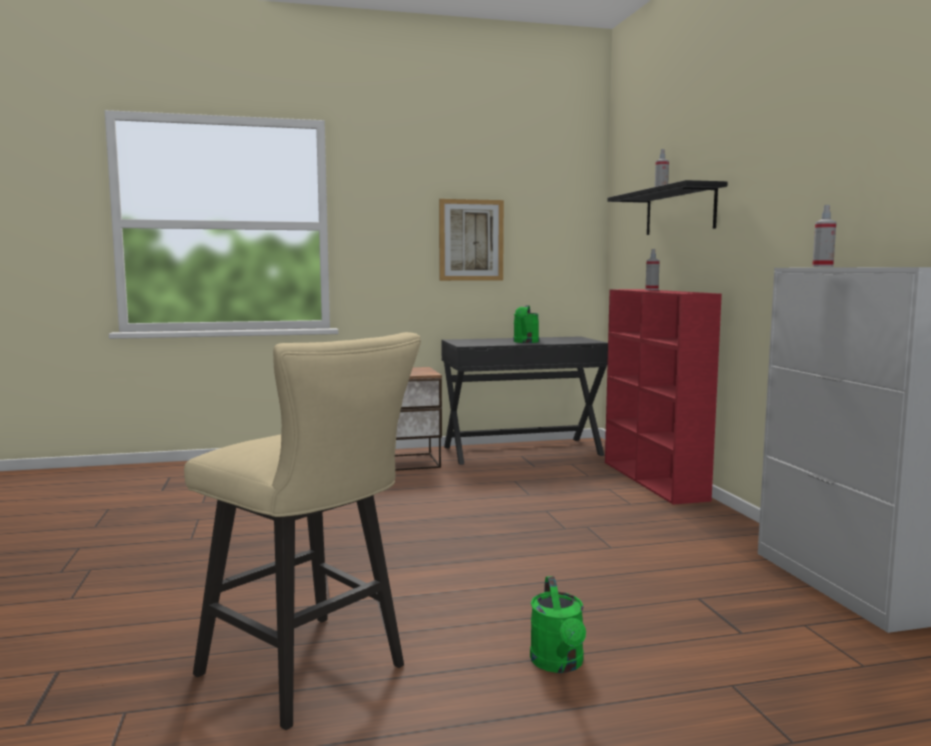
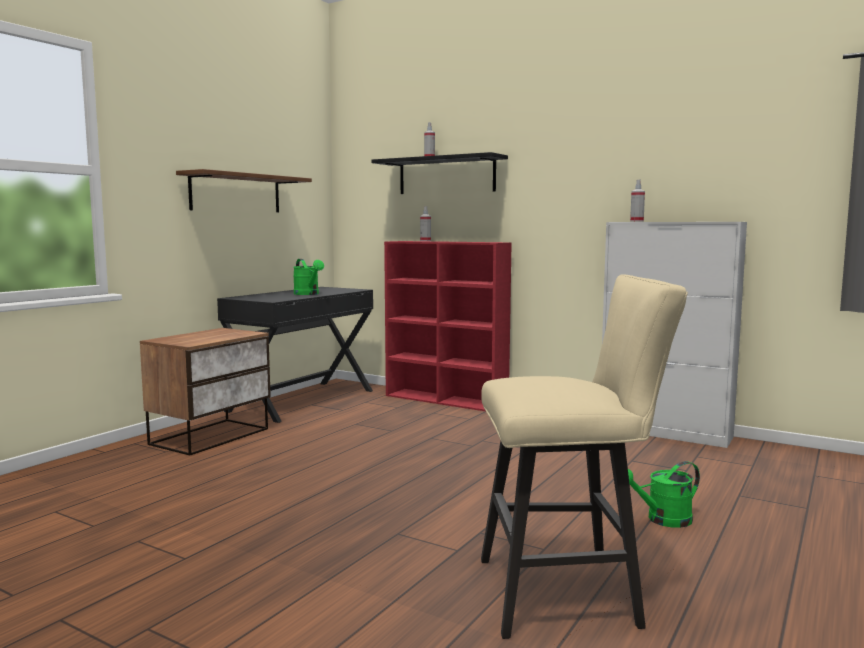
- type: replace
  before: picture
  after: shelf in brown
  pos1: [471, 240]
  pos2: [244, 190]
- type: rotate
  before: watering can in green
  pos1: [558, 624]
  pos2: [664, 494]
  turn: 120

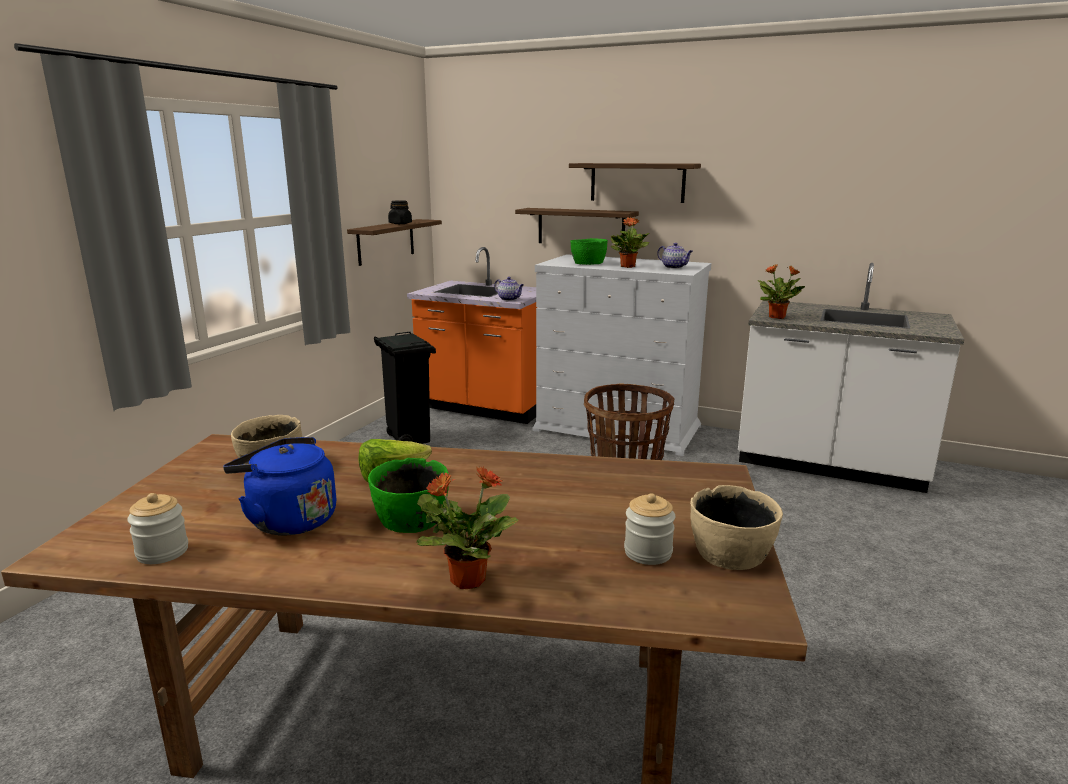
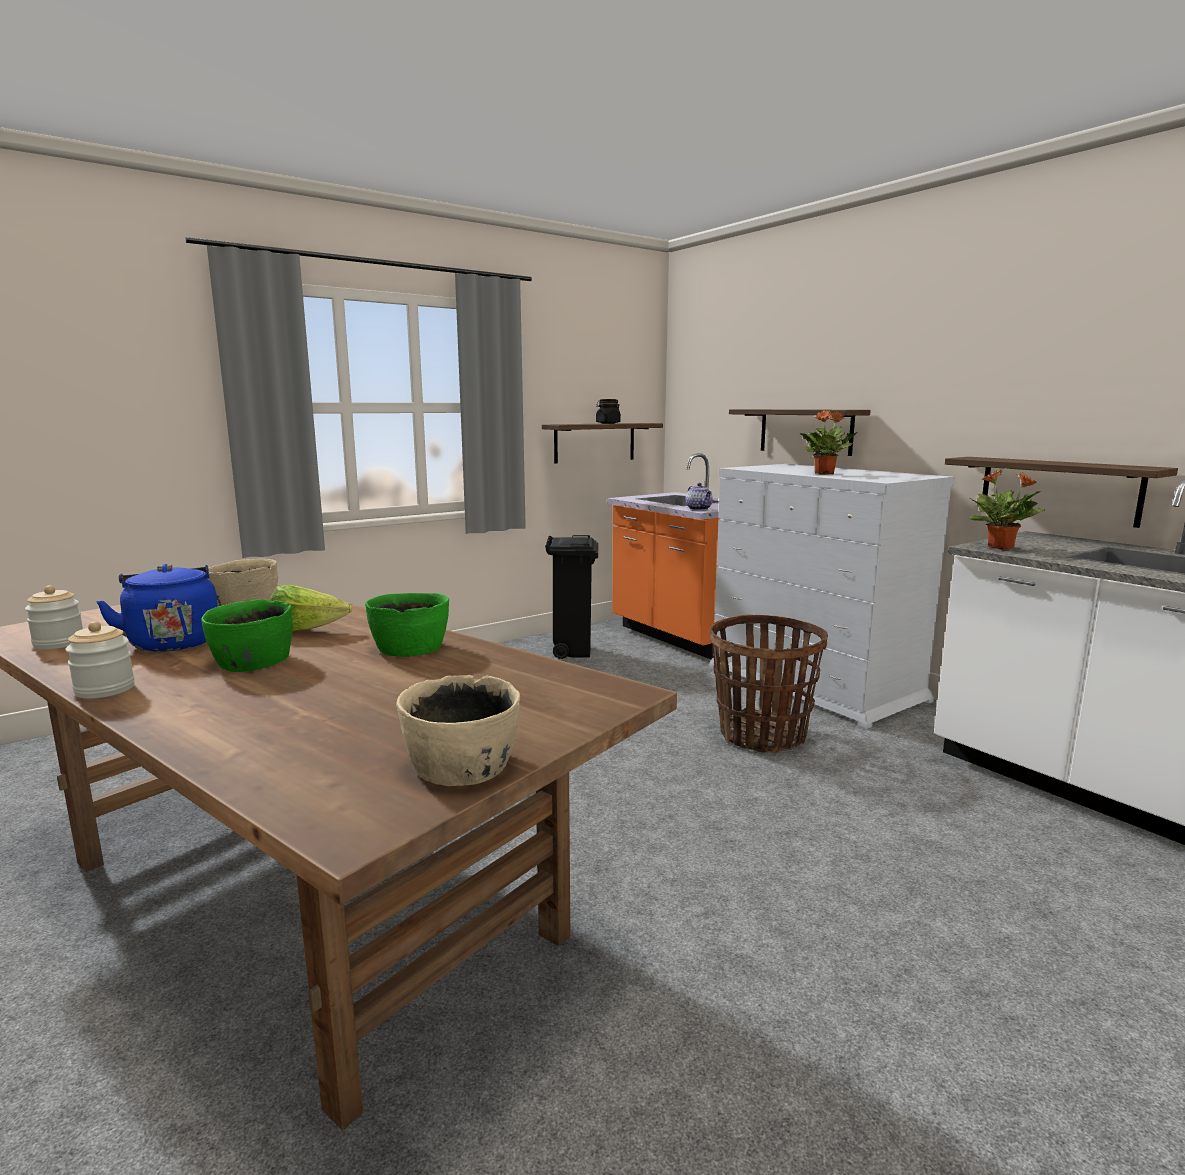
- type: delete
  before: potted plant
  pos1: [468, 528]
- type: delete
  before: teapot
  pos1: [675, 256]
- type: move
  before: shelf
  pos1: [635, 183]
  pos2: [1061, 492]
- type: move
  before: bowl in green
  pos1: [589, 251]
  pos2: [407, 625]
- type: move
  before: jar
  pos1: [649, 529]
  pos2: [100, 660]

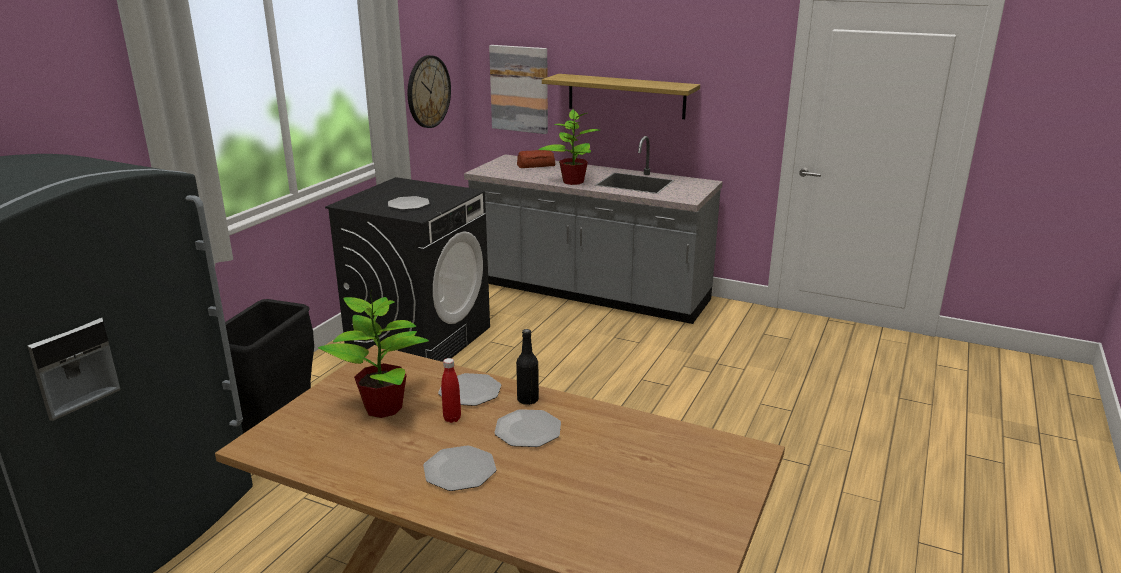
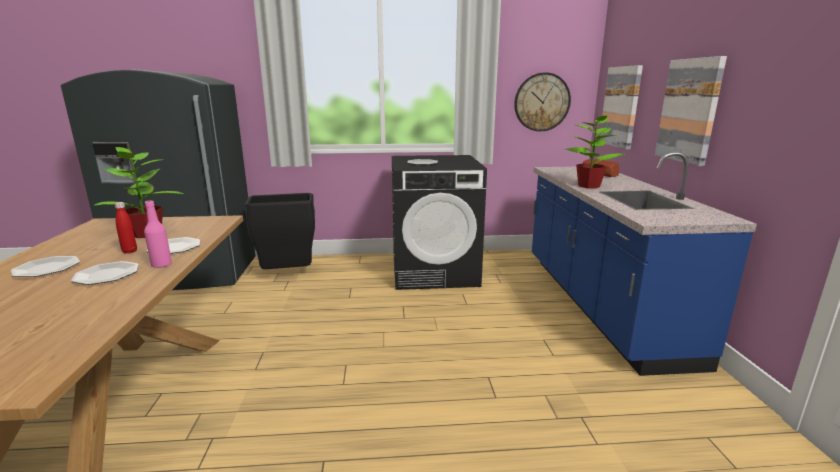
- type: replace
  before: shelf
  after: picture
  pos1: [621, 96]
  pos2: [691, 111]
- type: recolor
  before: counter in grey
  after: counter in blue
  pos1: [593, 230]
  pos2: [644, 264]
- type: recolor
  before: bottle in black
  after: bottle in pink
  pos1: [527, 367]
  pos2: [158, 234]

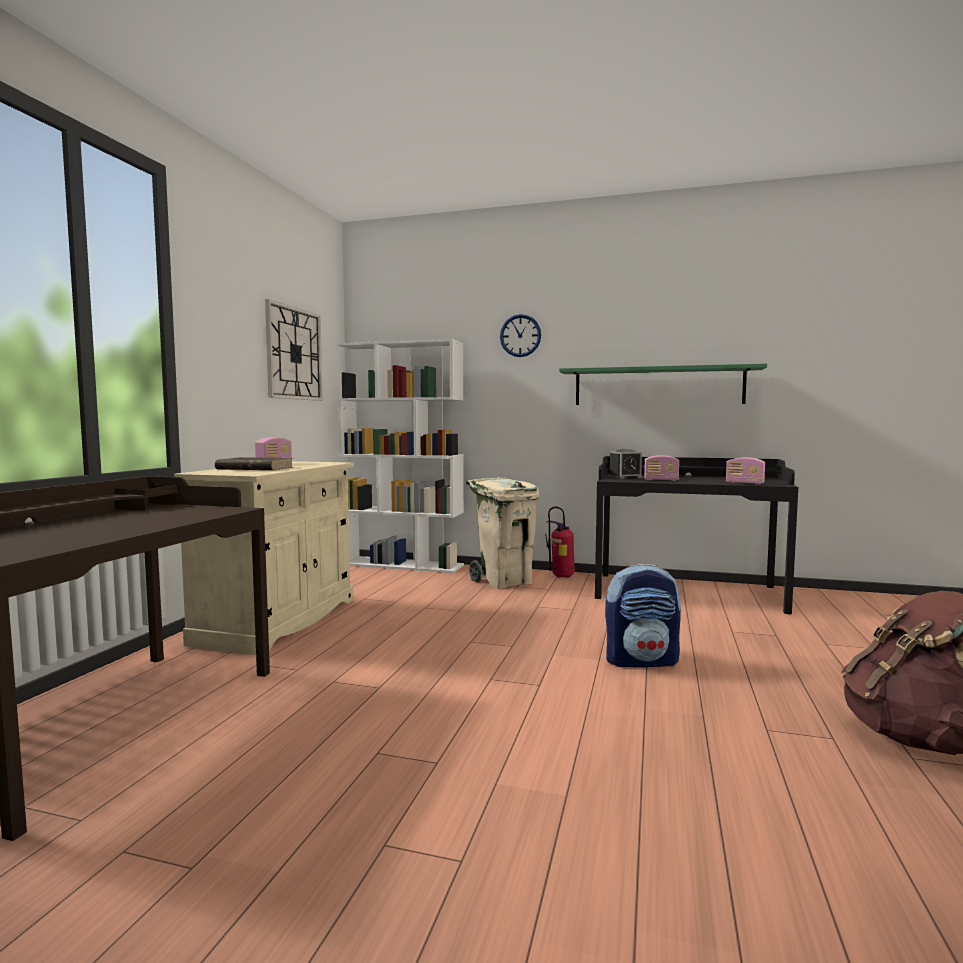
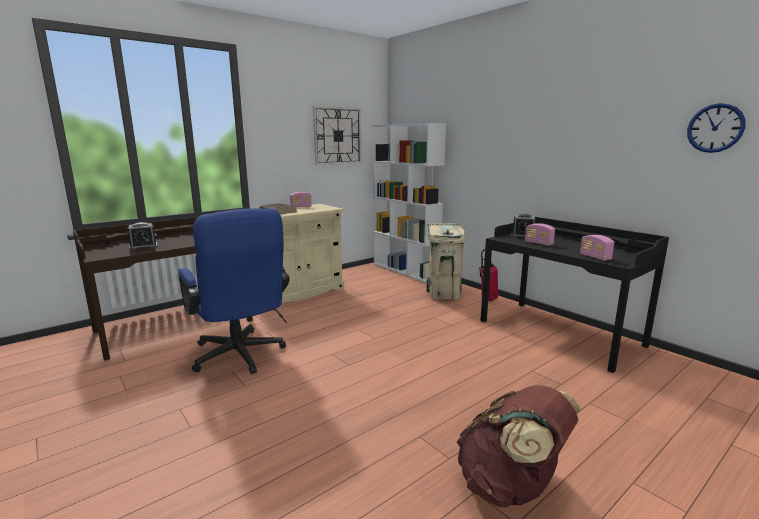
- type: delete
  before: shelf in green
  pos1: [663, 384]
- type: delete
  before: backpack
  pos1: [643, 615]
- type: insert
  after: alarm clock
  pos2: [143, 236]
- type: insert
  after: office chair in blue
  pos2: [234, 291]
- type: move
  before: wall clock
  pos1: [520, 335]
  pos2: [716, 128]

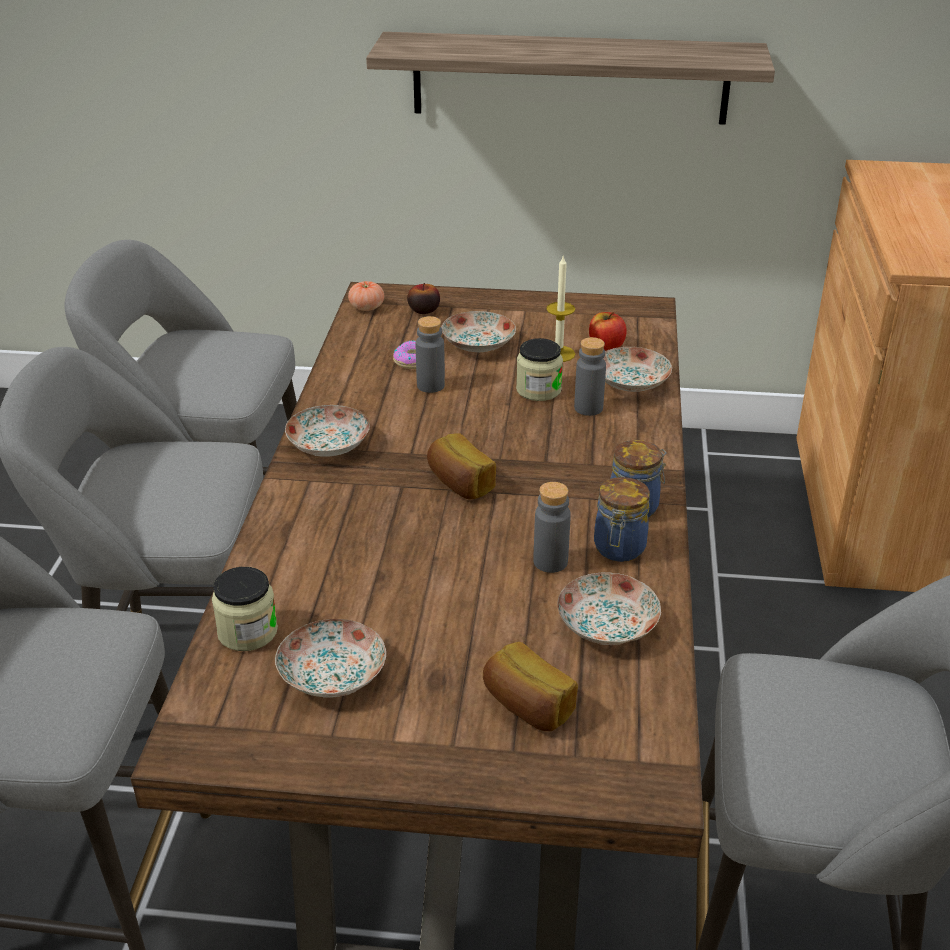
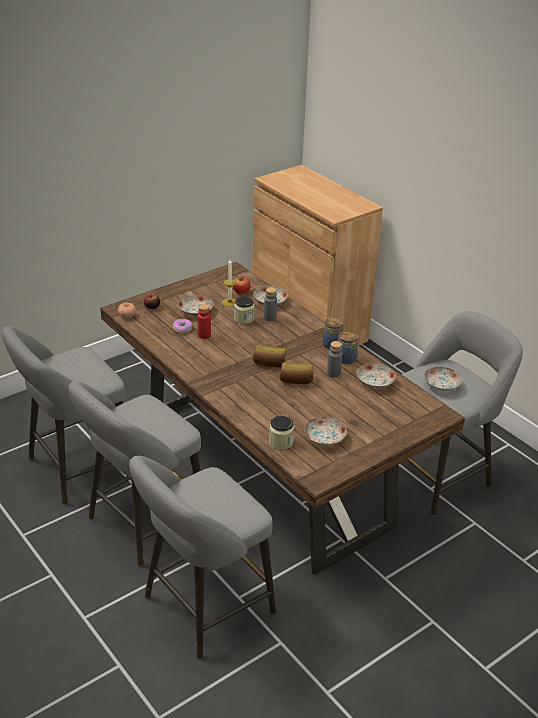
- type: delete
  before: shelf
  pos1: [570, 78]
- type: move
  before: plate
  pos1: [327, 431]
  pos2: [443, 379]
- type: move
  before: bread
  pos1: [530, 686]
  pos2: [296, 373]
- type: recolor
  before: bottle in grey
  after: bottle in red
  pos1: [430, 354]
  pos2: [204, 321]

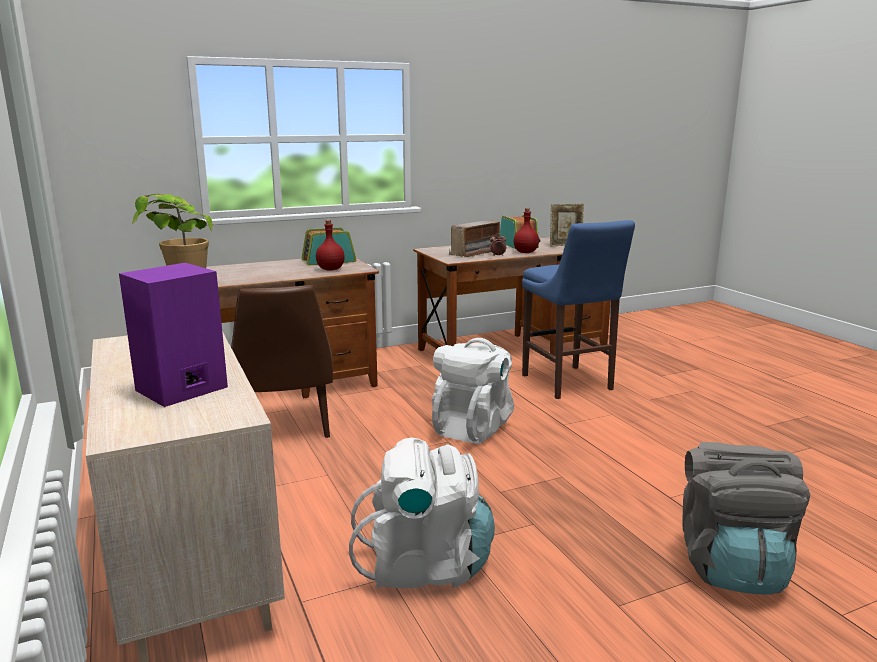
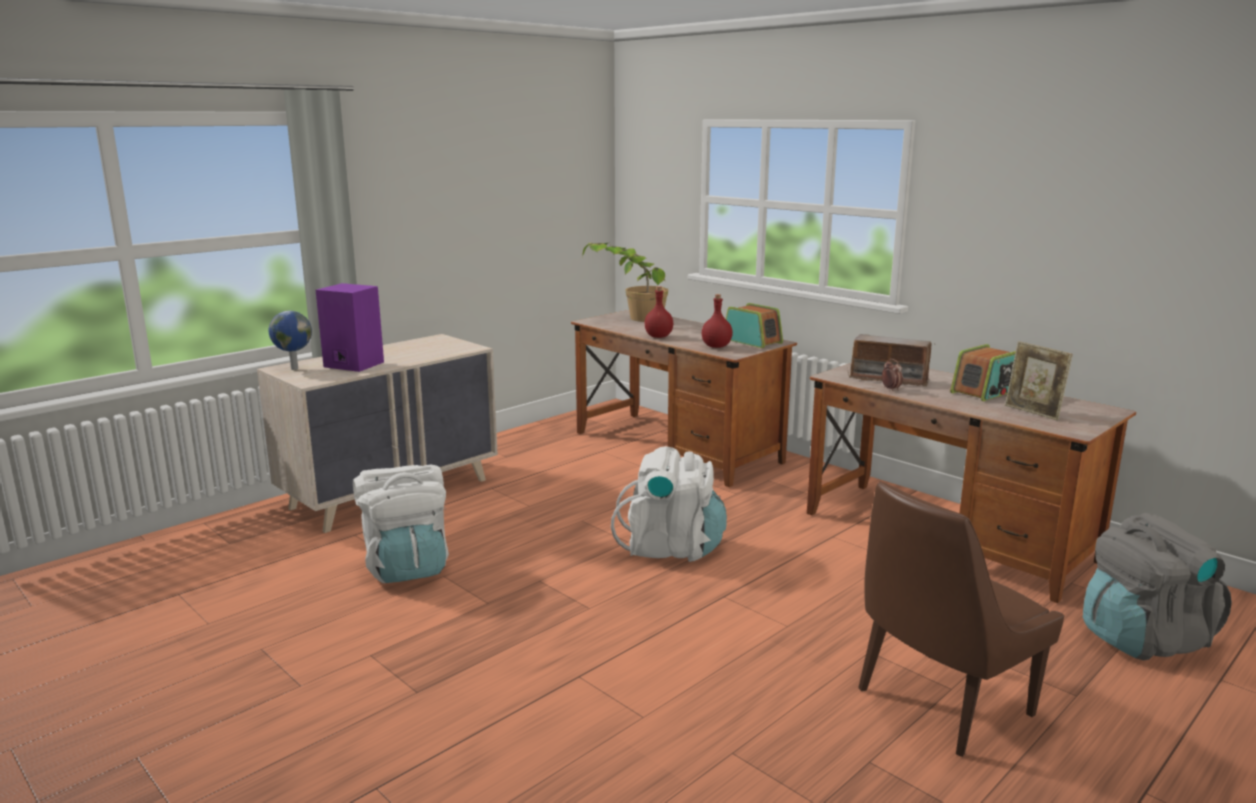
- type: delete
  before: stool in blue
  pos1: [578, 309]
- type: insert
  after: globe
  pos2: [290, 340]
- type: move
  before: chair in brown
  pos1: [282, 361]
  pos2: [961, 619]
- type: move
  before: bottle in red
  pos1: [526, 230]
  pos2: [658, 312]
- type: move
  before: backpack in grey
  pos1: [747, 518]
  pos2: [1157, 587]

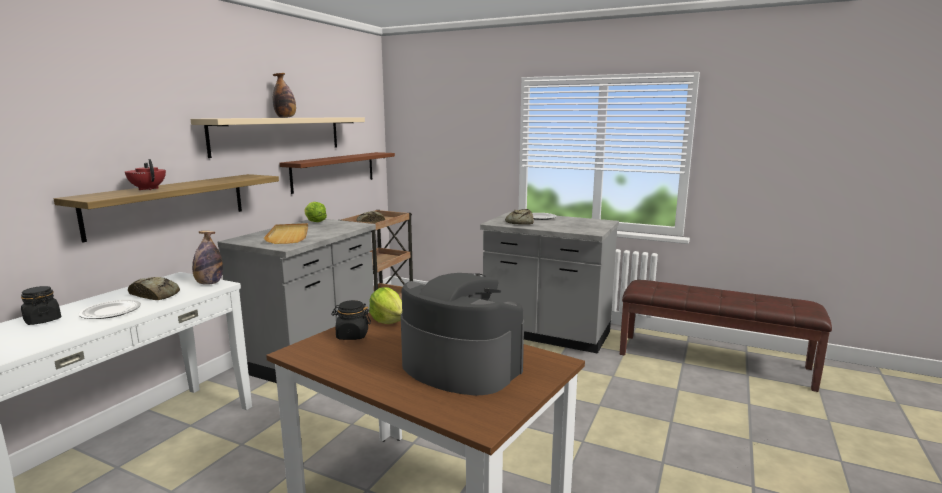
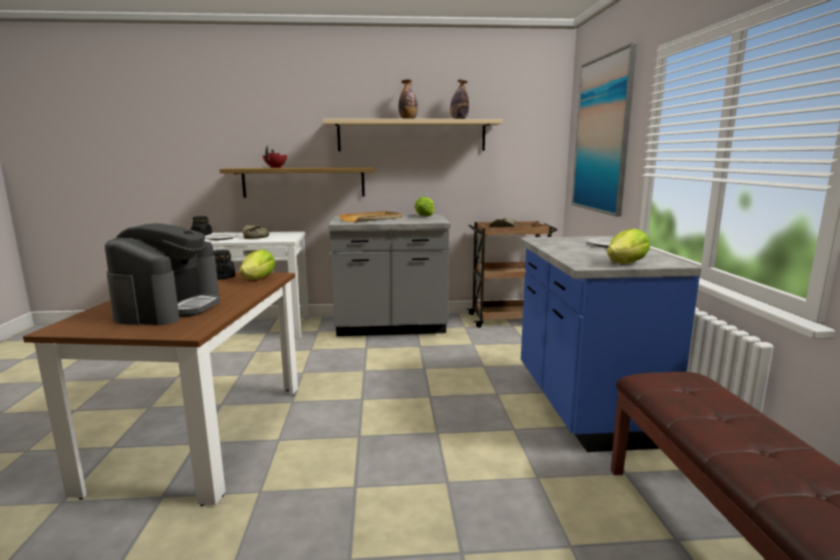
- type: delete
  before: shelf in brown
  pos1: [337, 173]
- type: delete
  before: bread
  pos1: [519, 217]
- type: insert
  after: picture
  pos2: [604, 130]
- type: insert
  after: lettuce
  pos2: [628, 246]
- type: move
  before: bottle
  pos1: [207, 258]
  pos2: [459, 99]
- type: recolor
  before: counter in grey
  after: counter in blue
  pos1: [549, 283]
  pos2: [611, 344]

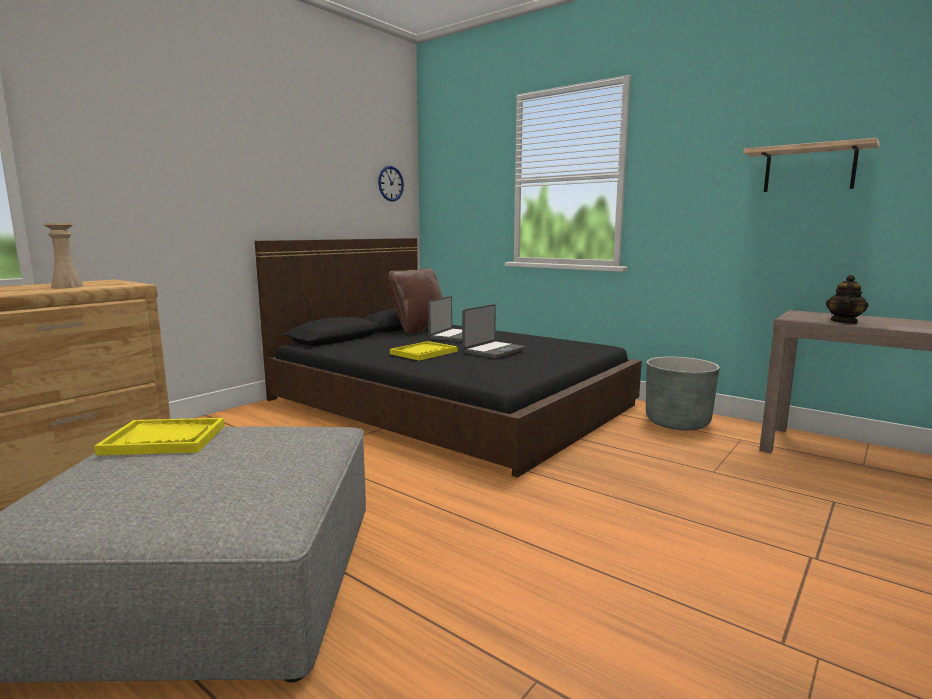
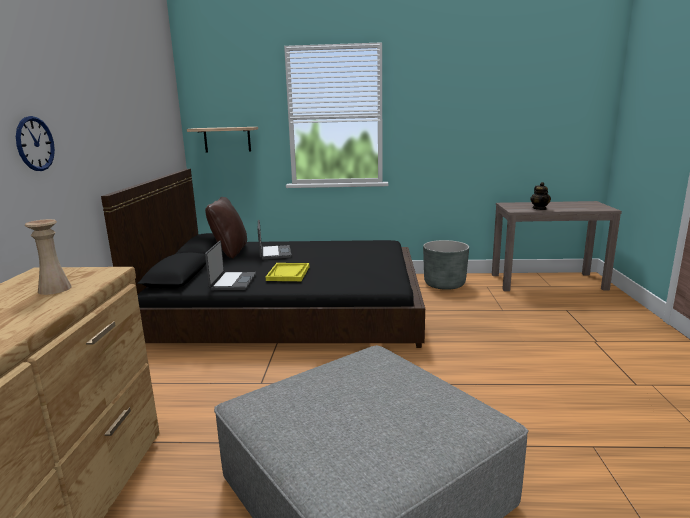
- type: delete
  before: tray in yellow
  pos1: [159, 436]
- type: move
  before: wall clock
  pos1: [391, 184]
  pos2: [35, 143]
- type: move
  before: laptop
  pos1: [494, 331]
  pos2: [231, 265]
- type: move
  before: shelf
  pos1: [811, 165]
  pos2: [222, 140]

